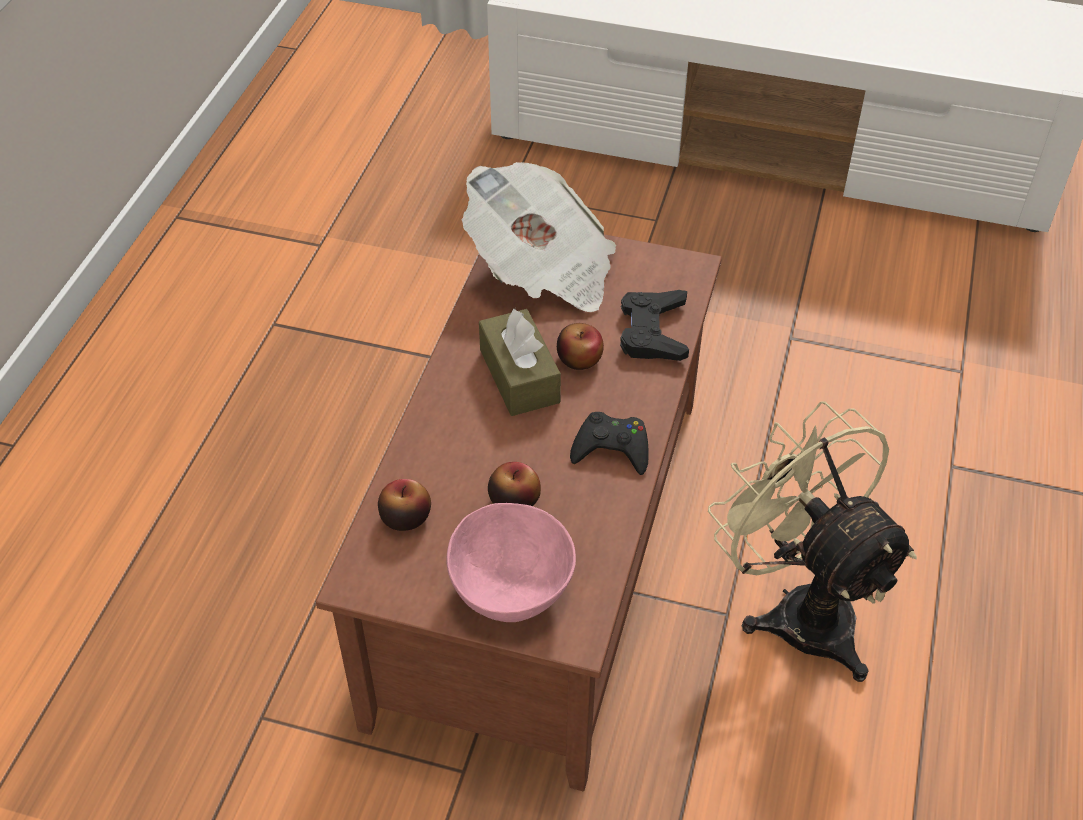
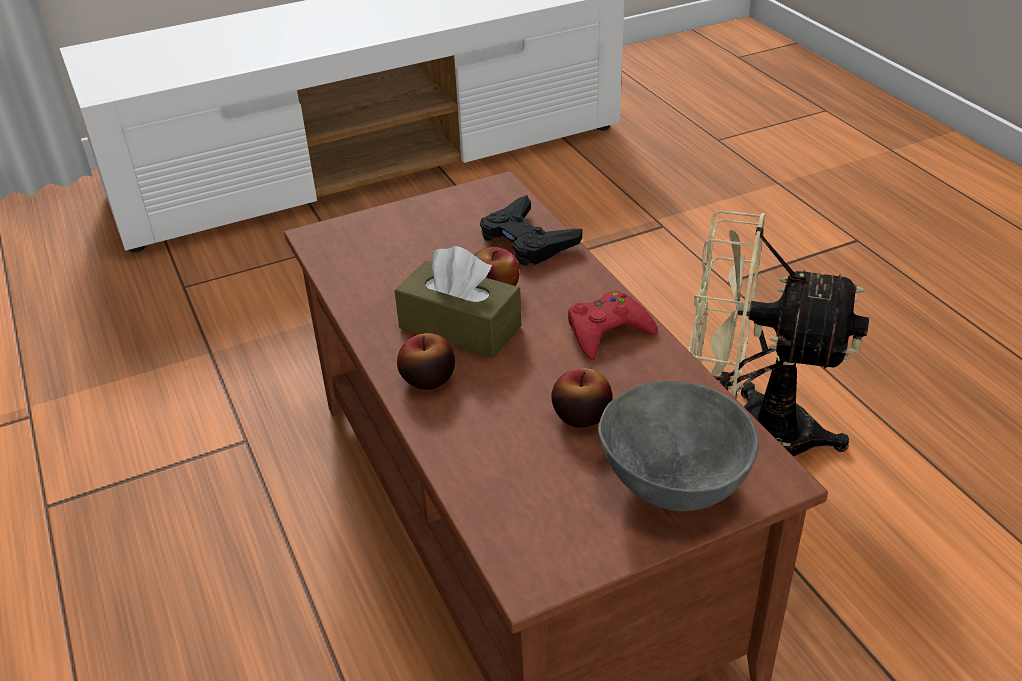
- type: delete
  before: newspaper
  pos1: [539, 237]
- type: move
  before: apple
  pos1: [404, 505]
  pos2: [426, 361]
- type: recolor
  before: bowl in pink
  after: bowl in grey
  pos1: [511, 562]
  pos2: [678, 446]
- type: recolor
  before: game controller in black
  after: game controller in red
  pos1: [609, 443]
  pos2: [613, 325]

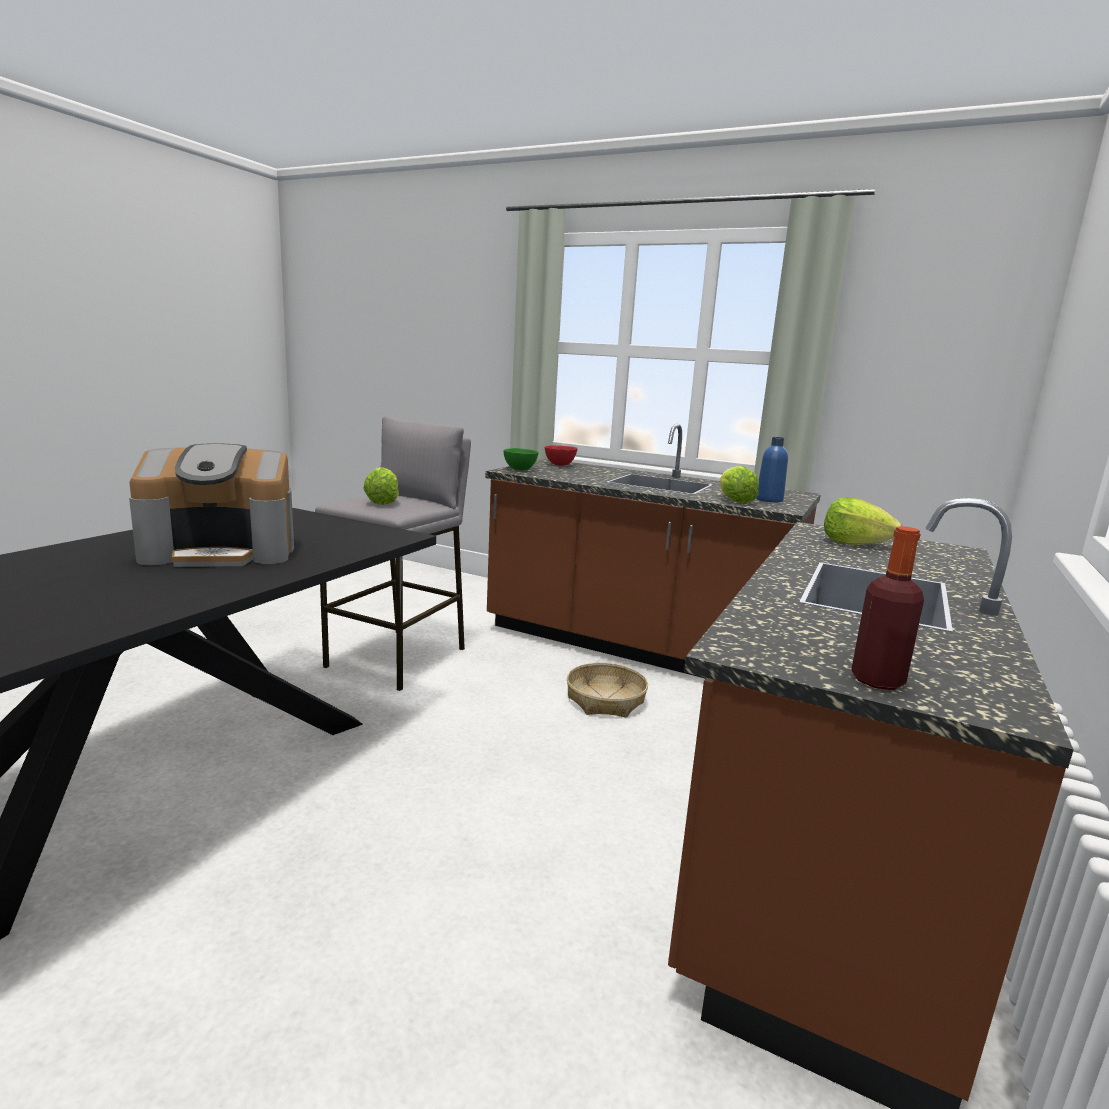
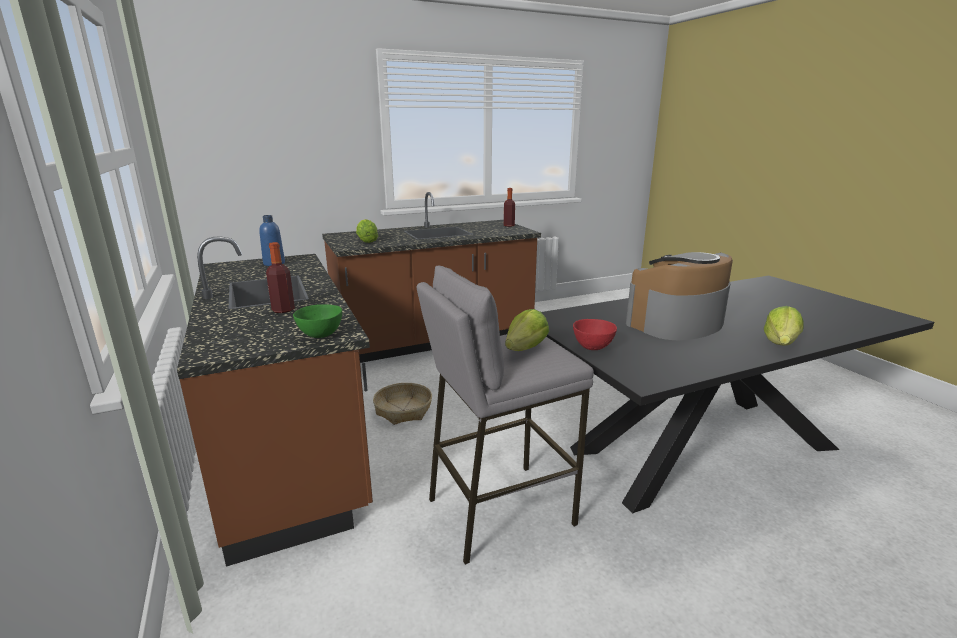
- type: insert
  after: bottle
  pos2: [280, 277]
- type: move
  before: bowl in red
  pos1: [561, 455]
  pos2: [595, 334]
- type: move
  before: lettuce
  pos1: [739, 484]
  pos2: [783, 326]
- type: rotate
  before: coffee machine
  pos1: [211, 505]
  pos2: [679, 296]
  turn: -60

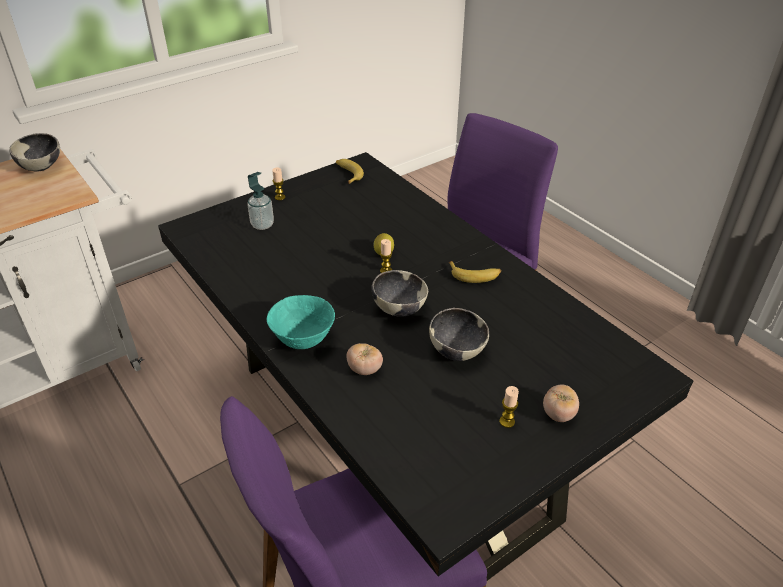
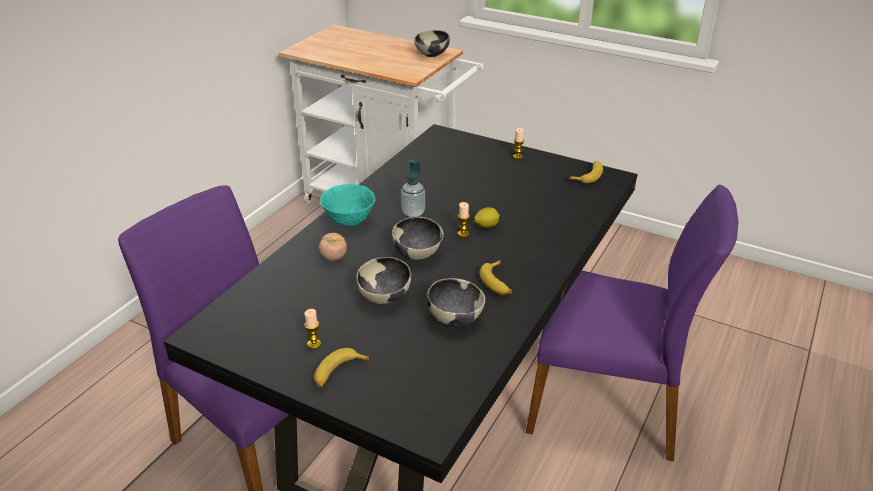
- type: insert
  after: bowl
  pos2: [455, 302]
- type: move
  before: soap dispenser
  pos1: [260, 201]
  pos2: [413, 188]
- type: replace
  before: tomato
  after: banana
  pos1: [561, 403]
  pos2: [342, 368]

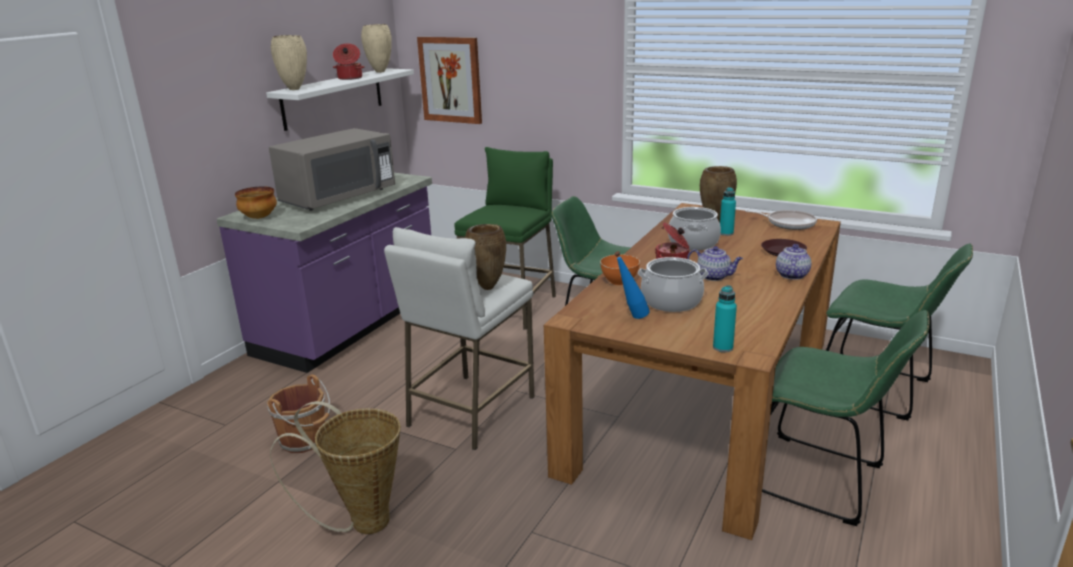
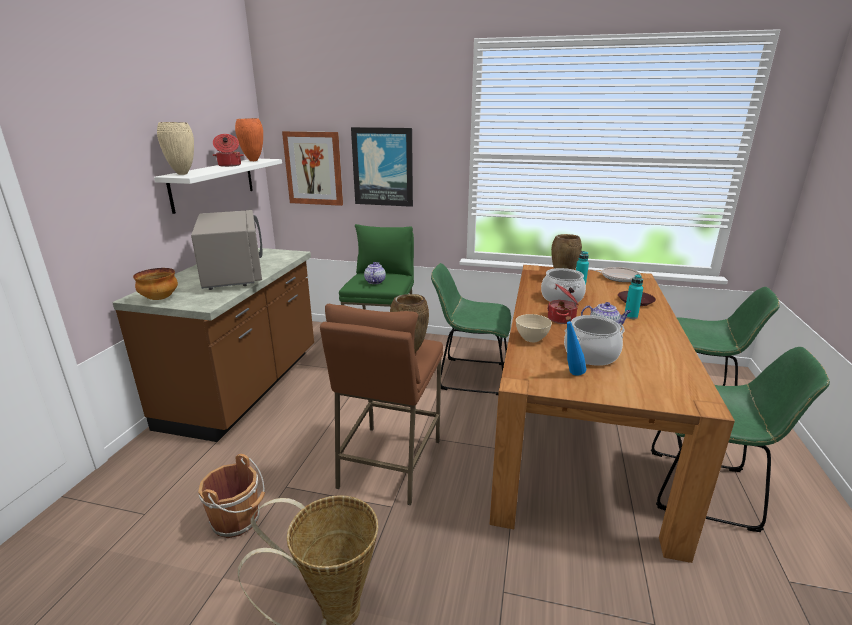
- type: insert
  after: picture
  pos2: [382, 167]
- type: move
  before: bottle in turquoise
  pos1: [725, 318]
  pos2: [634, 296]
- type: move
  before: teapot
  pos1: [793, 262]
  pos2: [375, 273]
- type: recolor
  before: counter in purple
  after: counter in brown
  pos1: [324, 273]
  pos2: [213, 345]
- type: recolor
  before: vase in beige
  after: vase in orange
  pos1: [376, 48]
  pos2: [249, 139]
- type: recolor
  before: stool in white
  after: stool in brown
  pos1: [459, 338]
  pos2: [381, 404]
- type: recolor
  before: bowl in orange
  after: bowl in beige
  pos1: [620, 269]
  pos2: [534, 328]
- type: rotate
  before: microwave in grey
  pos1: [332, 169]
  pos2: [227, 250]
  turn: -45

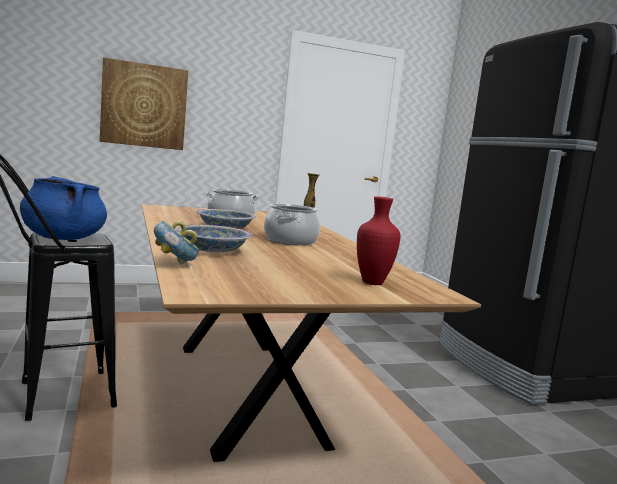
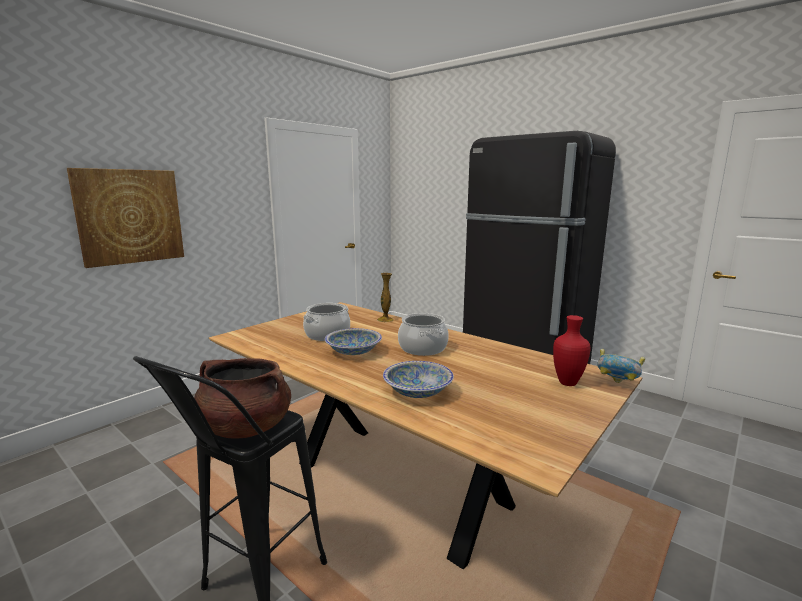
- type: move
  before: bowl
  pos1: [176, 242]
  pos2: [621, 366]
- type: recolor
  before: cooking pot in blue
  after: cooking pot in brown
  pos1: [63, 208]
  pos2: [242, 398]

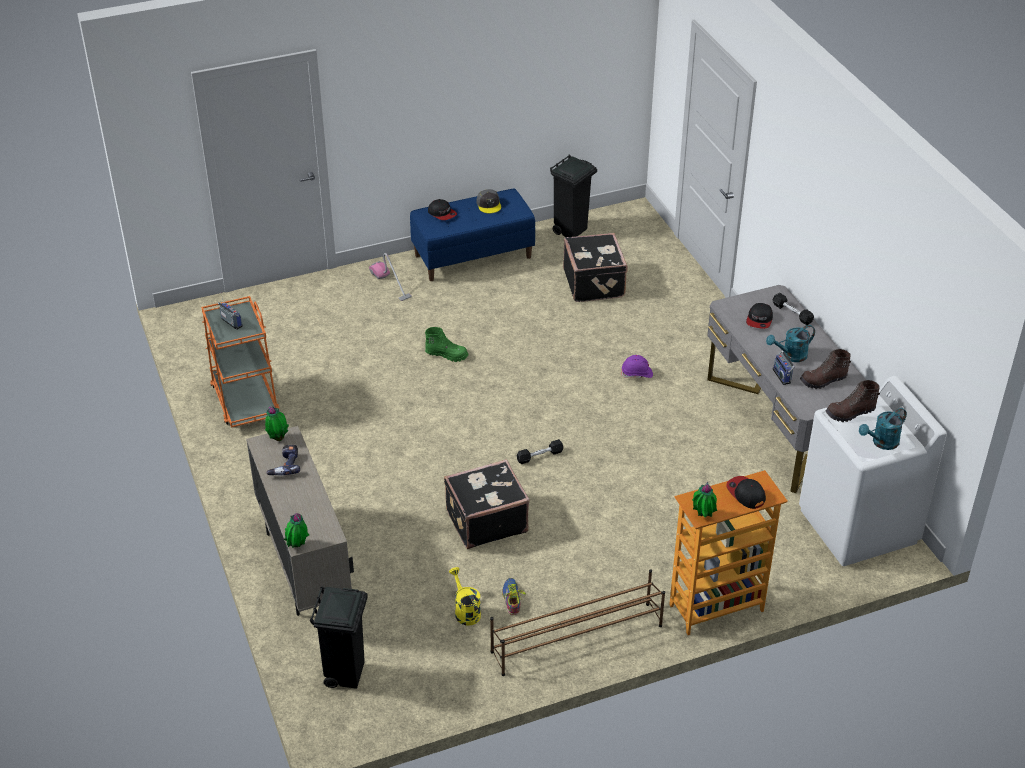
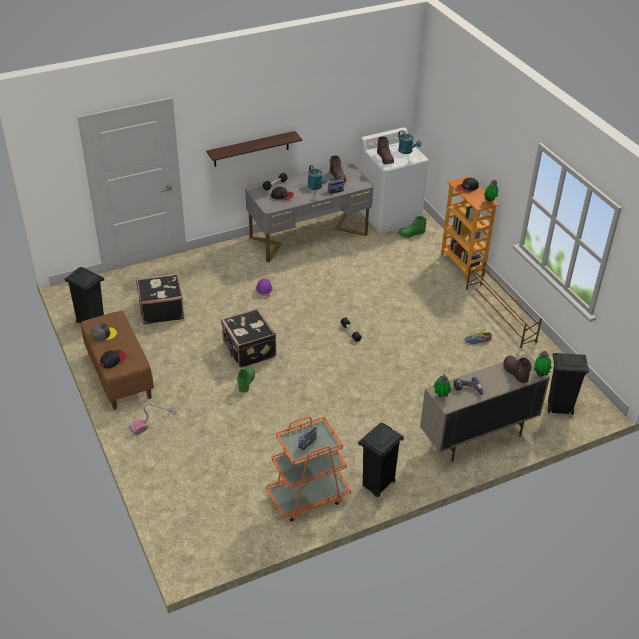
- type: delete
  before: watering can in yellow
  pos1: [465, 596]
- type: insert
  after: shelf
  pos2: [254, 149]
- type: insert
  after: trash can in black
  pos2: [381, 460]
- type: insert
  after: boot in green
  pos2: [412, 227]
- type: insert
  after: boot in brown
  pos2: [517, 369]
- type: move
  before: suitcase in black
  pos1: [486, 504]
  pos2: [249, 338]
- type: recolor
  before: bench in blue
  after: bench in brown
  pos1: [472, 235]
  pos2: [117, 360]

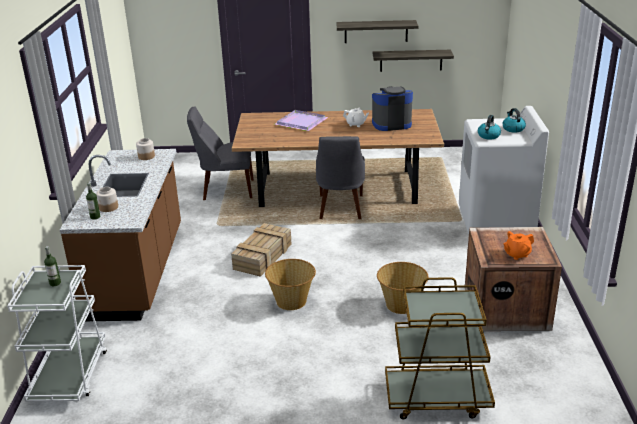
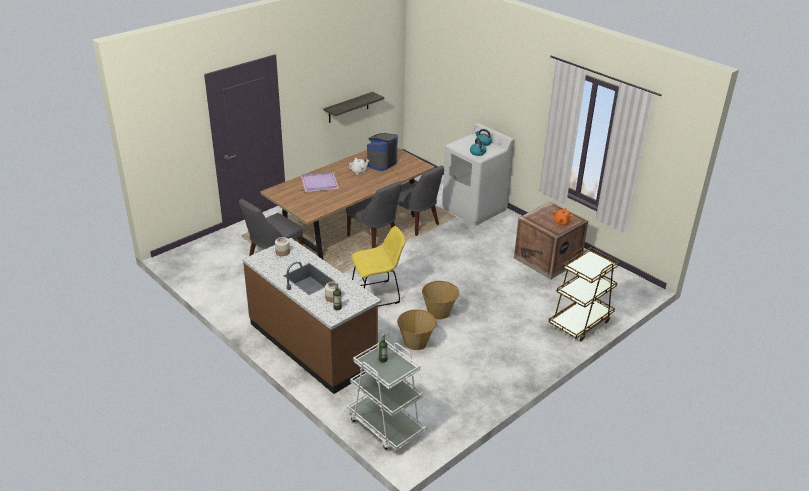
- type: delete
  before: shelf
  pos1: [377, 31]
- type: insert
  after: chair in grey
  pos2: [421, 200]
- type: move
  before: basket
  pos1: [403, 288]
  pos2: [417, 329]
- type: replace
  before: crate
  after: chair in yellow
  pos1: [261, 250]
  pos2: [379, 266]

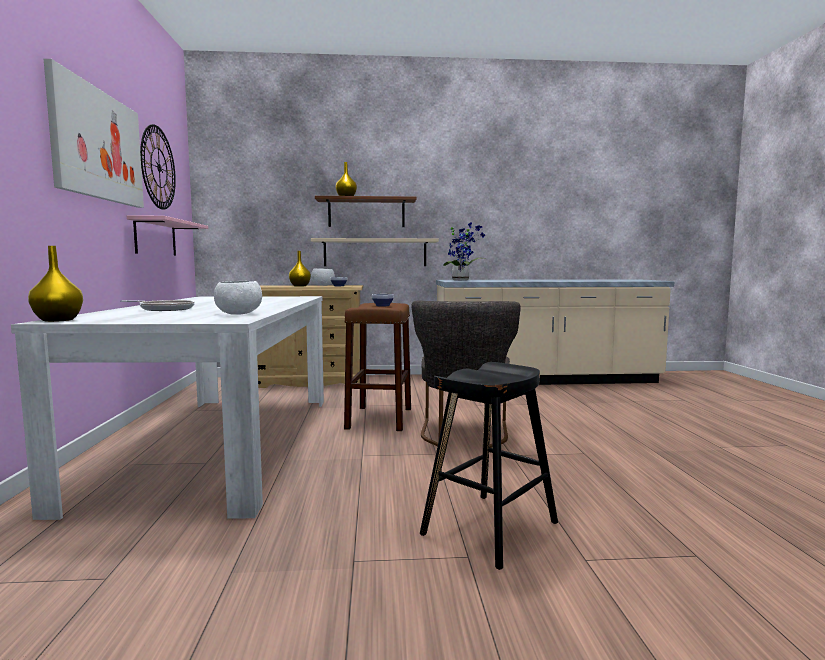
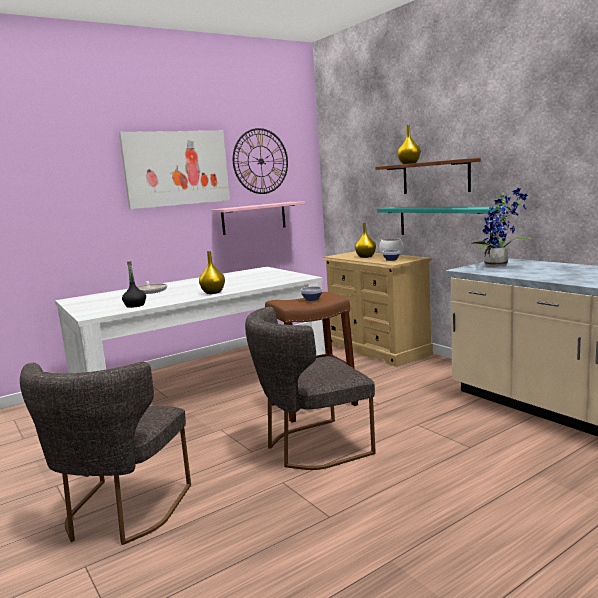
- type: move
  before: vase in yellow
  pos1: [55, 284]
  pos2: [212, 272]
- type: replace
  before: bowl in white
  after: bottle in black
  pos1: [238, 297]
  pos2: [134, 284]
- type: replace
  before: stool in black
  after: chair in grey
  pos1: [489, 466]
  pos2: [105, 453]
- type: recolor
  before: shelf in beige
  after: shelf in turquoise
  pos1: [375, 252]
  pos2: [439, 223]

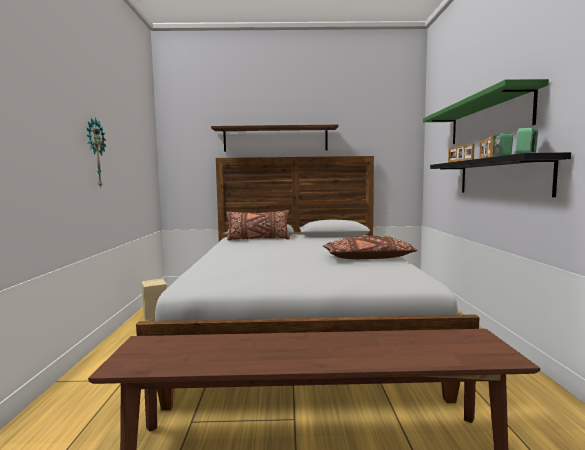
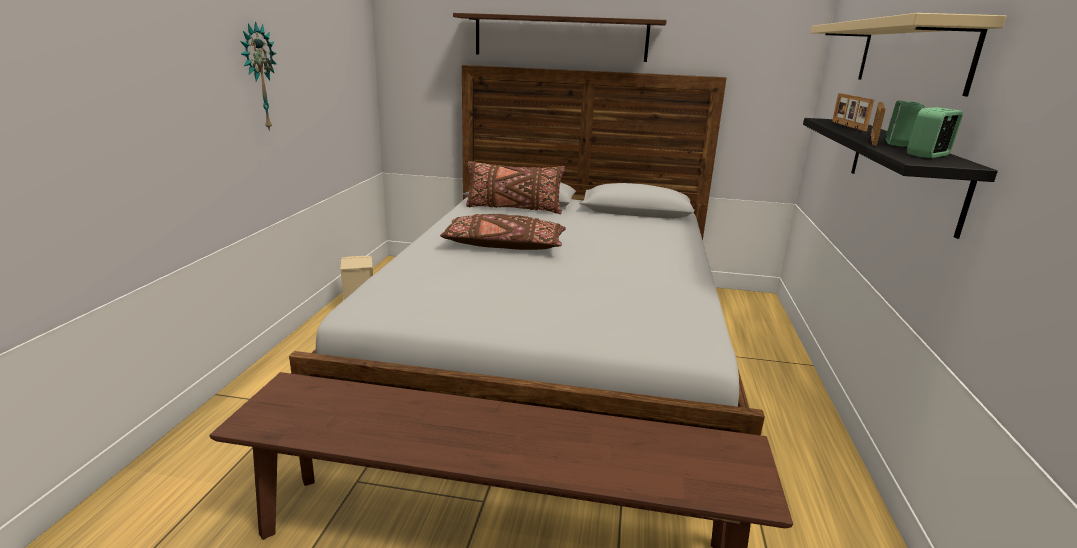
- type: move
  before: pillow in brown
  pos1: [370, 247]
  pos2: [503, 232]
- type: recolor
  before: shelf in green
  after: shelf in beige
  pos1: [486, 111]
  pos2: [908, 55]

